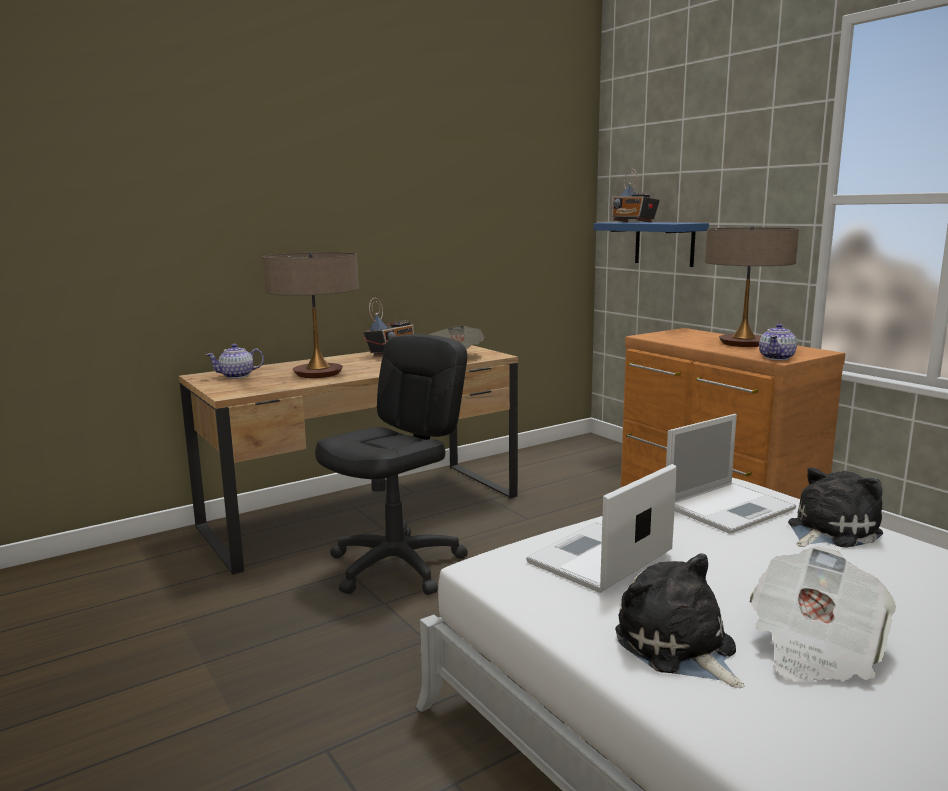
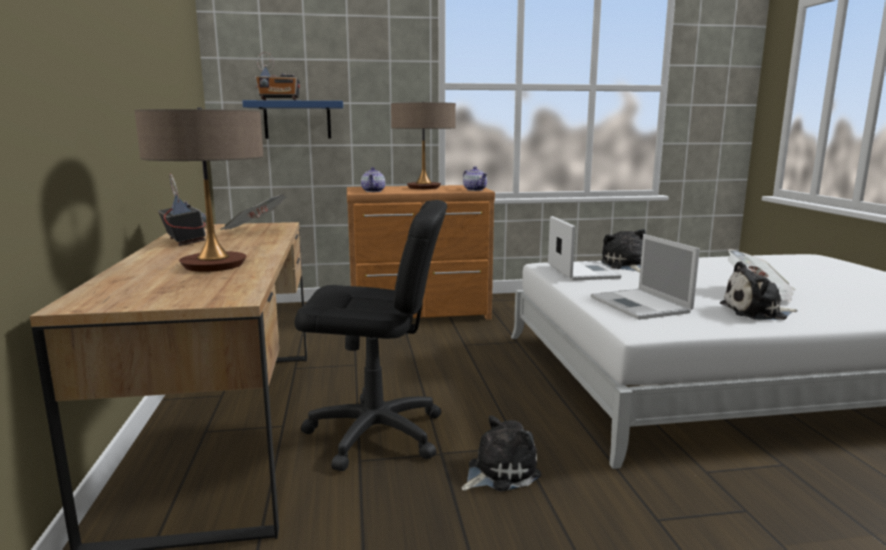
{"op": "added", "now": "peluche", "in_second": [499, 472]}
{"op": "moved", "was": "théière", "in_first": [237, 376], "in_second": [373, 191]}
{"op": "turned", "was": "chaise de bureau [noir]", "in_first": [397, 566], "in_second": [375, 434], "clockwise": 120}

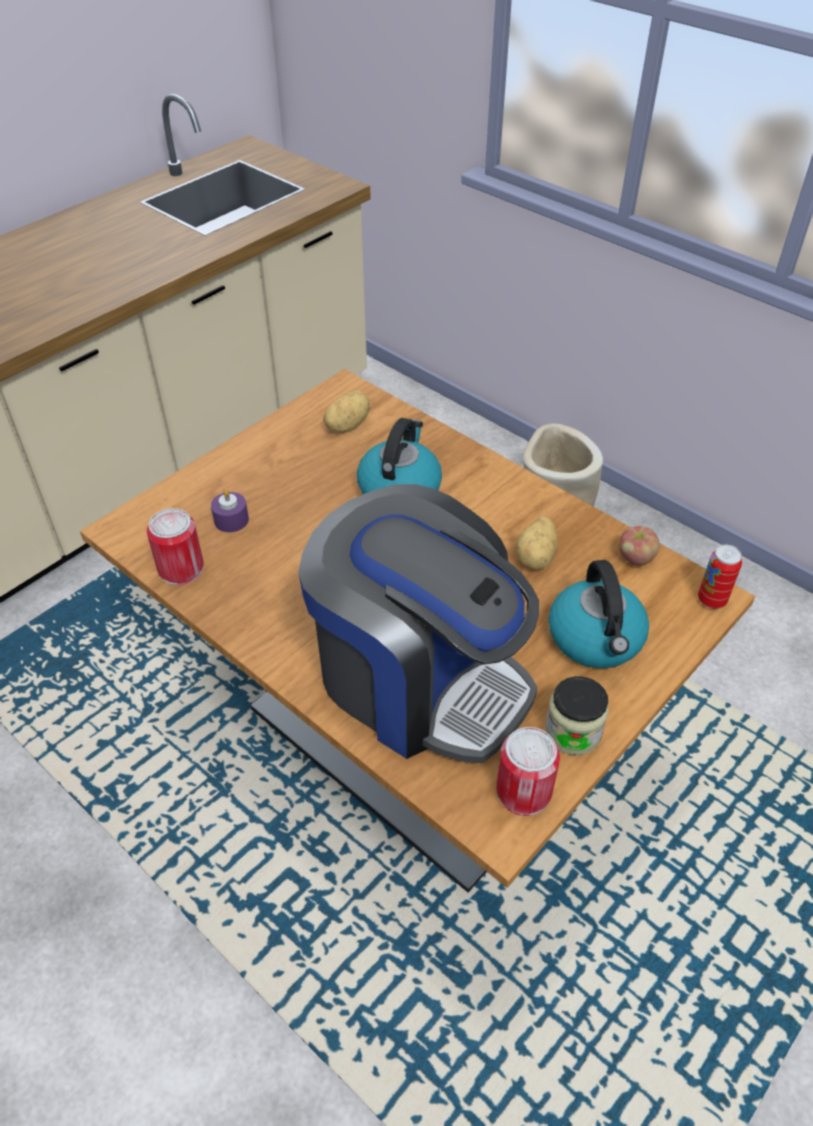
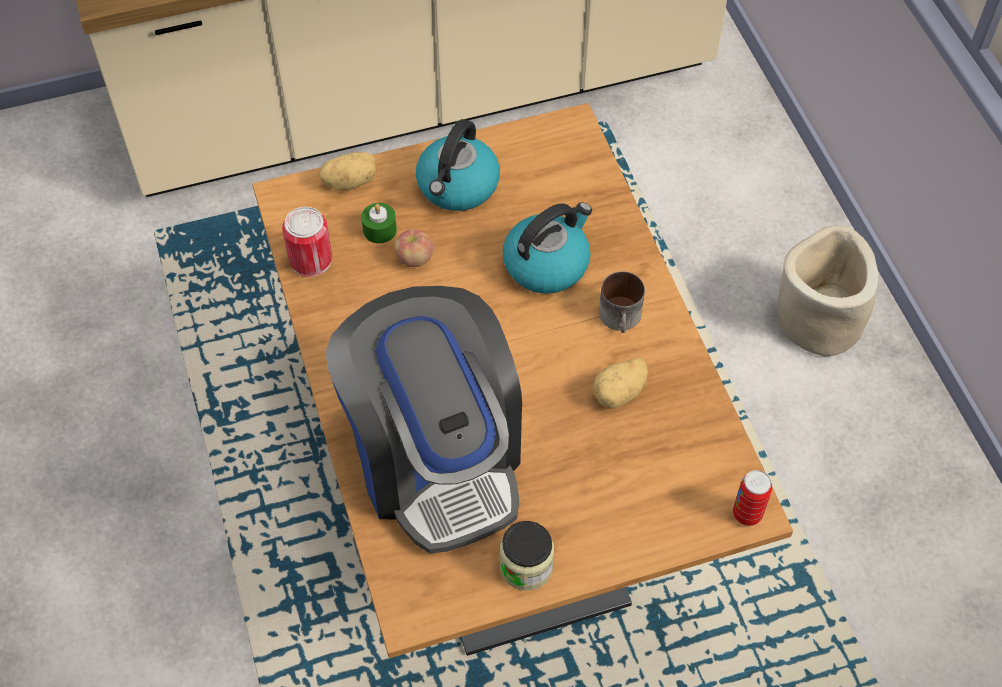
{"op": "removed", "was": "boîte métallique", "in_first": [523, 791]}
{"op": "added", "now": "mug", "in_second": [622, 318]}
{"op": "moved", "was": "pomme de terre", "in_first": [346, 424], "in_second": [350, 181]}
{"op": "moved", "was": "bouilloire", "in_first": [596, 639], "in_second": [458, 186]}
{"op": "moved", "was": "pomme", "in_first": [635, 558], "in_second": [414, 259]}
{"op": "recoloured", "was": "bougie [violet]", "now": "bougie [vert]", "in_first": [231, 520], "in_second": [379, 230]}

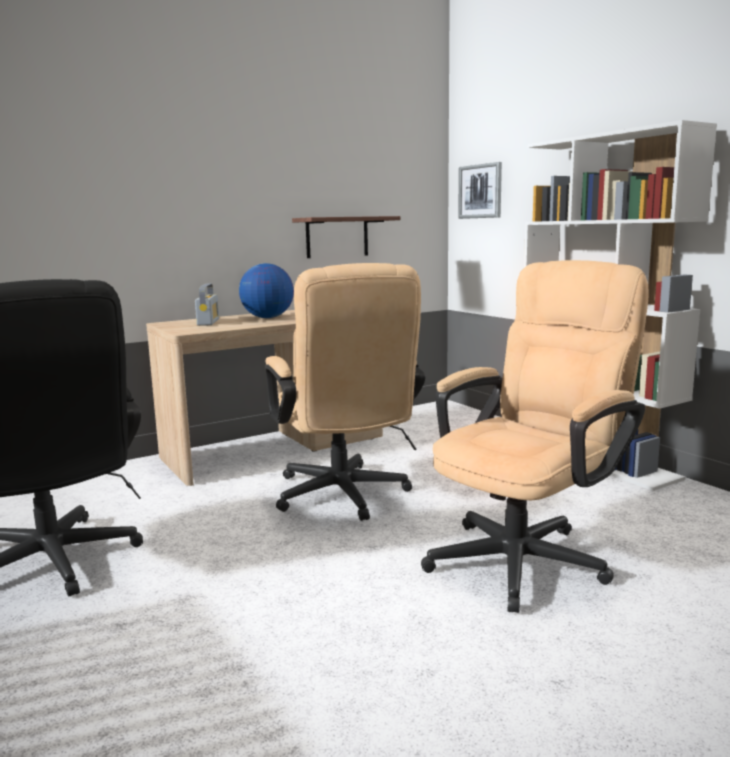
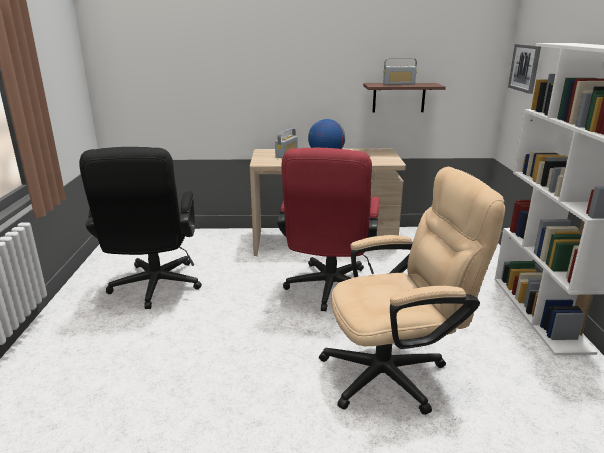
{"op": "added", "now": "radio", "in_second": [399, 84]}
{"op": "recoloured", "was": "chaise de bureau [beige]", "now": "chaise de bureau [rouge]", "in_first": [344, 498], "in_second": [328, 290]}

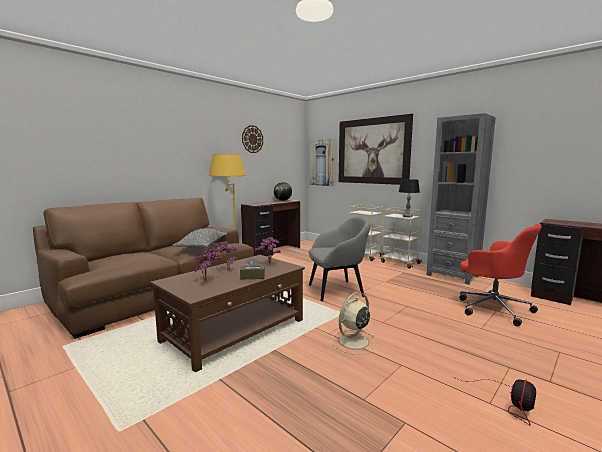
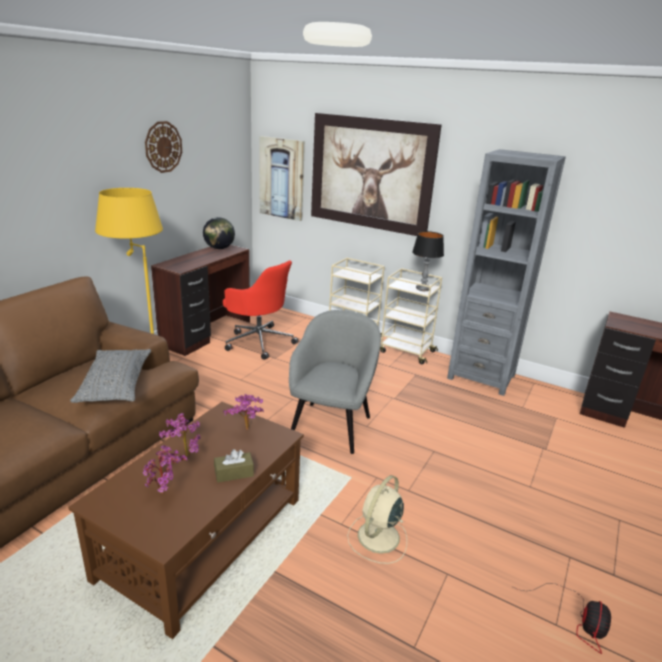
{"op": "moved", "was": "chaise de bureau [rouge]", "in_first": [492, 308], "in_second": [259, 341]}
{"op": "turned", "was": "fauteuil [gris]", "in_first": [337, 290], "in_second": [331, 425], "clockwise": -45}

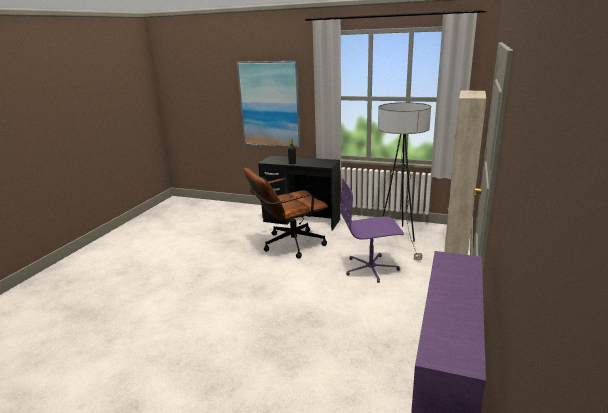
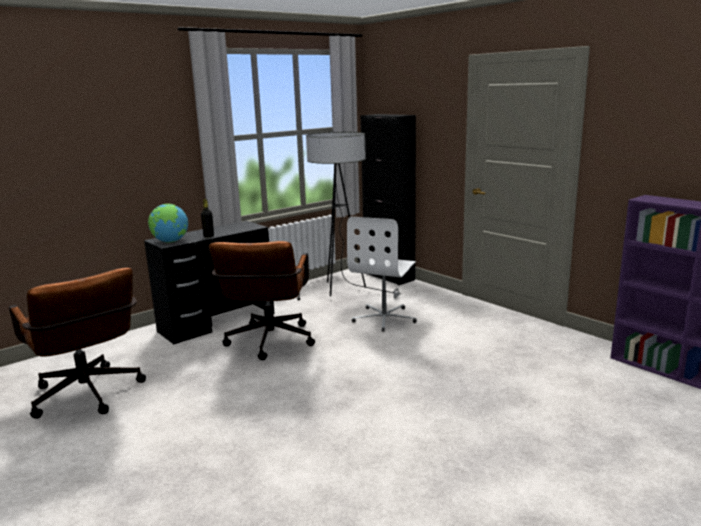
{"op": "removed", "was": "tableau", "in_first": [269, 104]}
{"op": "added", "now": "chaise de bureau [marron]", "in_second": [89, 397]}
{"op": "added", "now": "globe", "in_second": [170, 242]}
{"op": "recoloured", "was": "chaise de bureau [violet]", "now": "chaise de bureau [blanc]", "in_first": [371, 268], "in_second": [385, 318]}
{"op": "recoloured", "was": "meuble de rangement [beige]", "now": "meuble de rangement [noir]", "in_first": [456, 244], "in_second": [389, 276]}

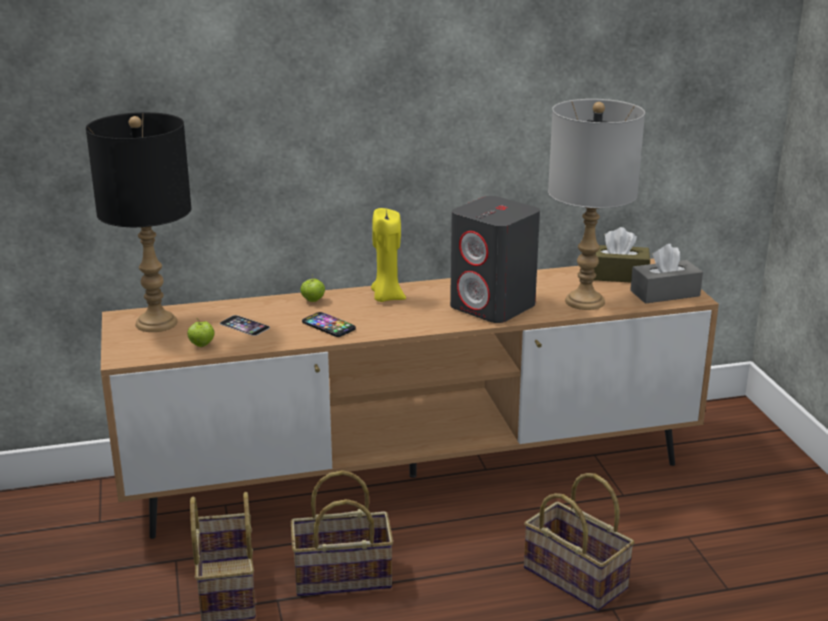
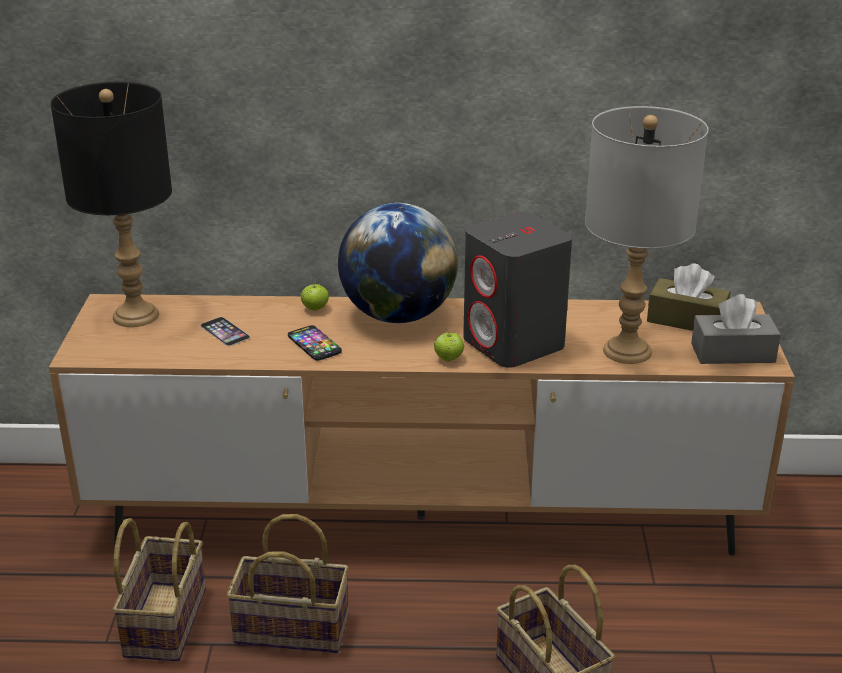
{"op": "moved", "was": "pomme", "in_first": [202, 345], "in_second": [448, 359]}
{"op": "replaced", "was": "bougie [jaune]", "now": "globe", "in_first": [386, 297], "in_second": [398, 315]}

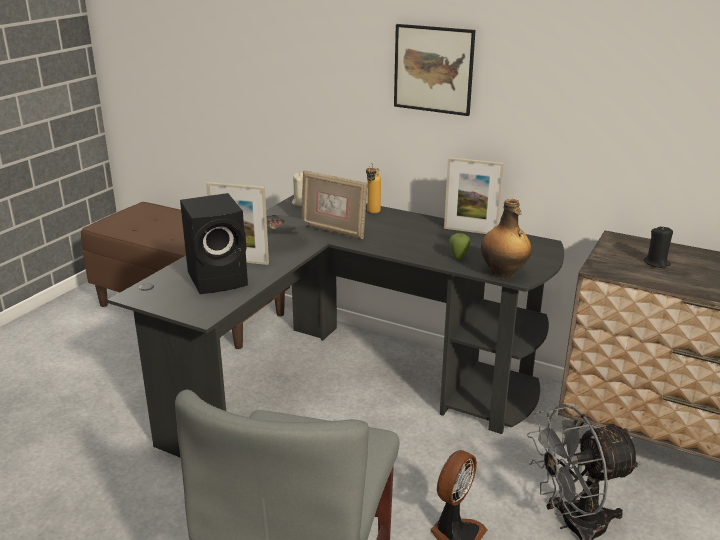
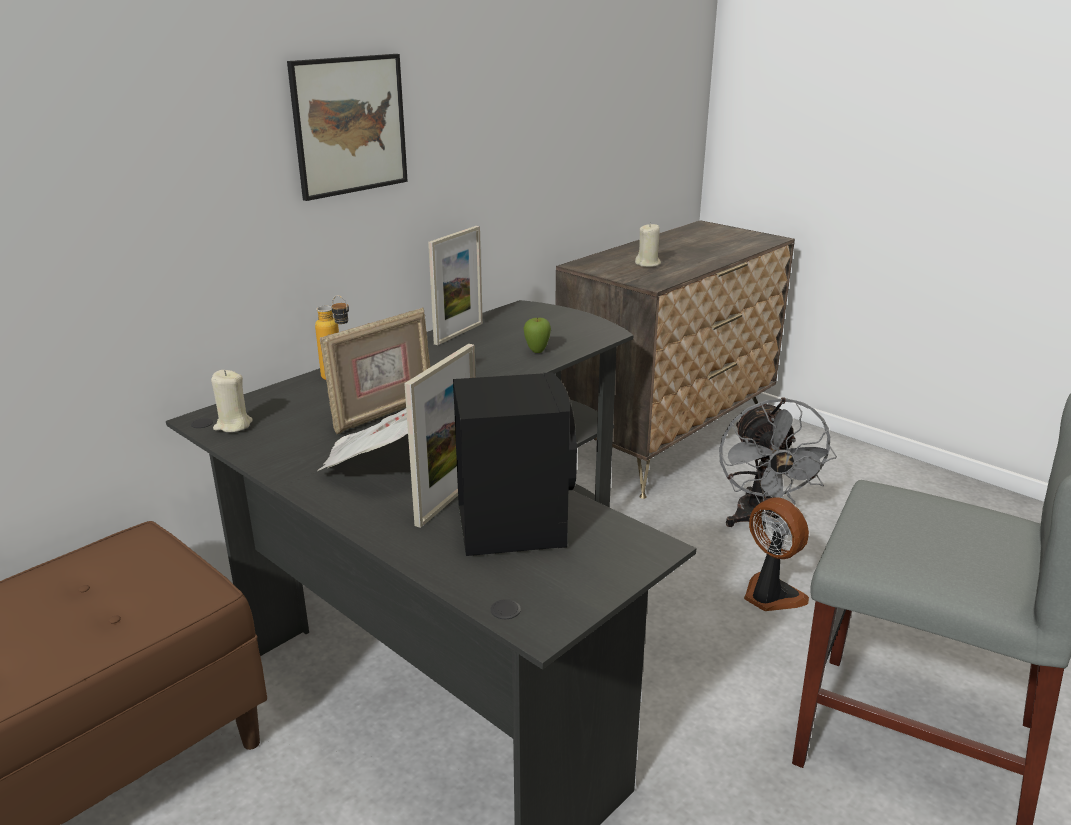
{"op": "removed", "was": "bouteille", "in_first": [503, 274]}
{"op": "recoloured", "was": "bougie [noir]", "now": "bougie [beige]", "in_first": [656, 263], "in_second": [648, 264]}

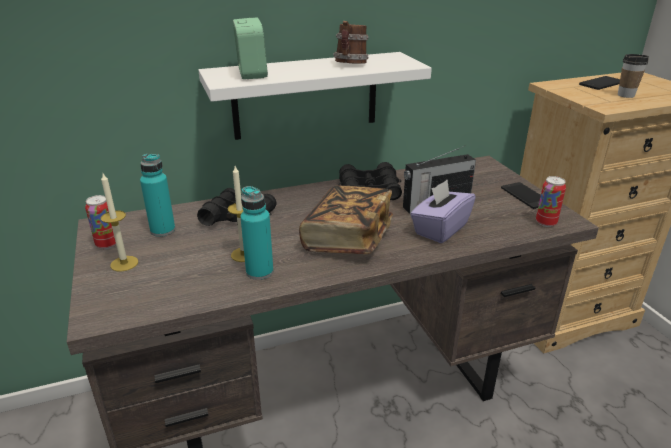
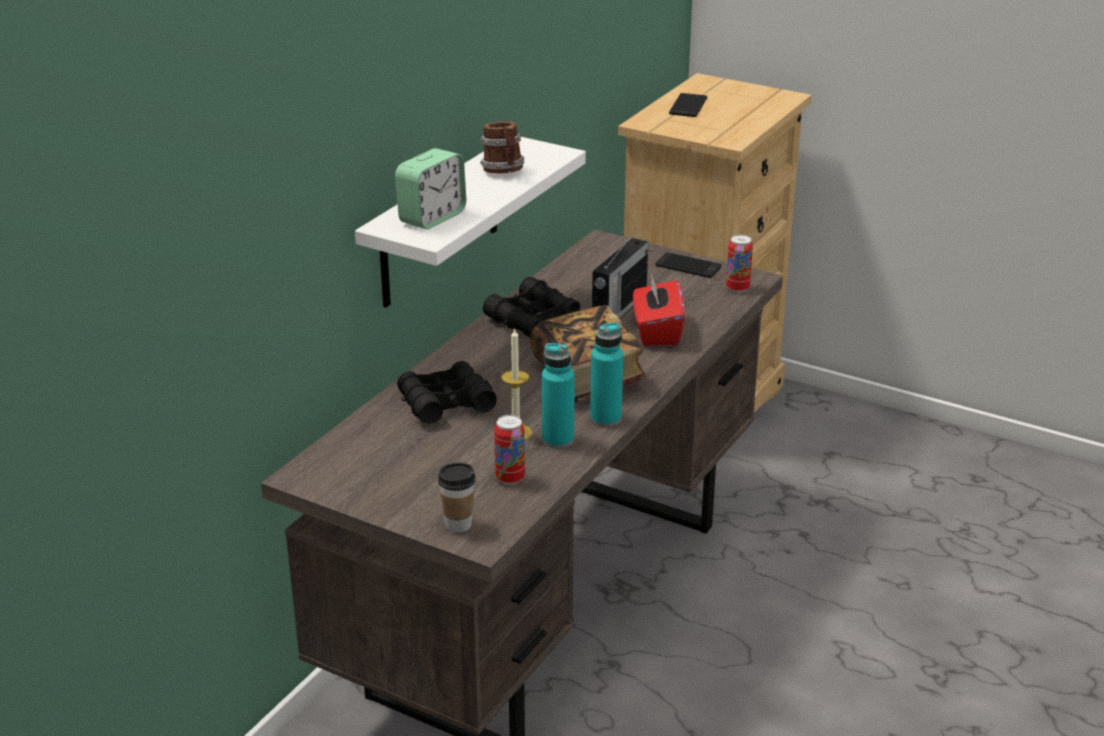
{"op": "removed", "was": "bougie", "in_first": [124, 263]}
{"op": "moved", "was": "boîte métallique", "in_first": [107, 244], "in_second": [510, 478]}
{"op": "moved", "was": "bouteille [turquoise]", "in_first": [163, 230], "in_second": [605, 418]}
{"op": "moved", "was": "tasse", "in_first": [626, 95], "in_second": [458, 525]}
{"op": "recoloured", "was": "boîte à mouchoirs [violet]", "now": "boîte à mouchoirs [rouge]", "in_first": [440, 229], "in_second": [657, 332]}
{"op": "turned", "was": "réveil", "in_first": [252, 73], "in_second": [432, 217], "clockwise": 90}

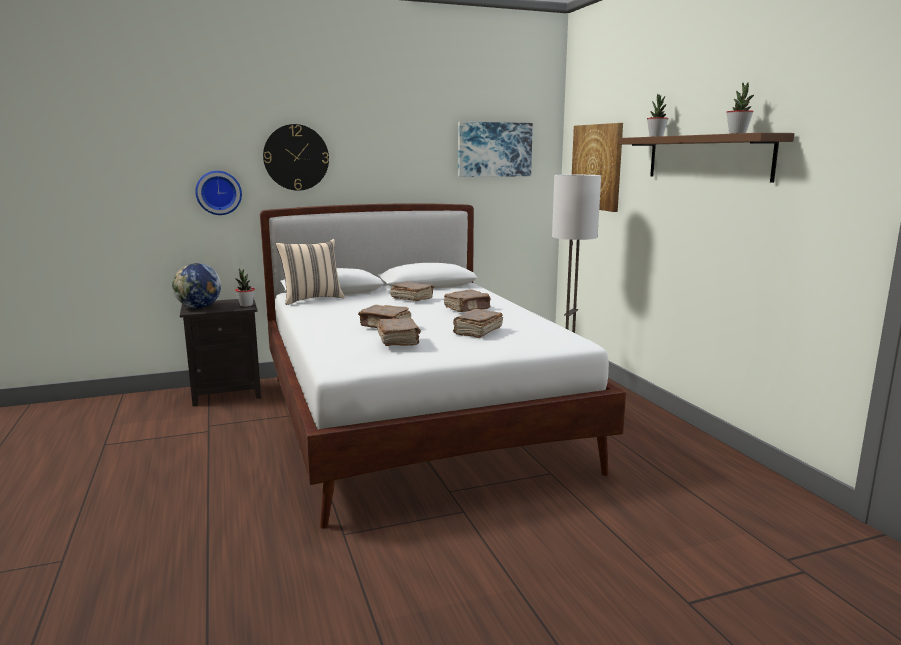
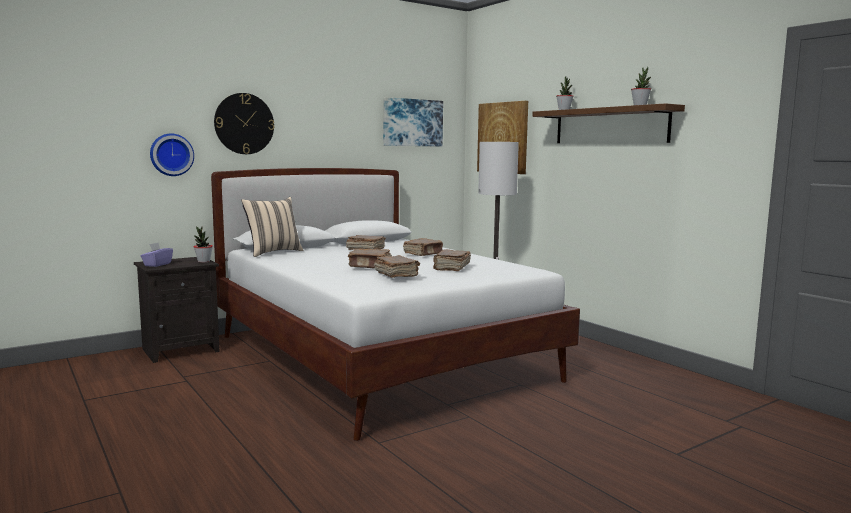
{"op": "replaced", "was": "globe", "now": "boîte à mouchoirs [violet]", "in_first": [199, 307], "in_second": [157, 264]}

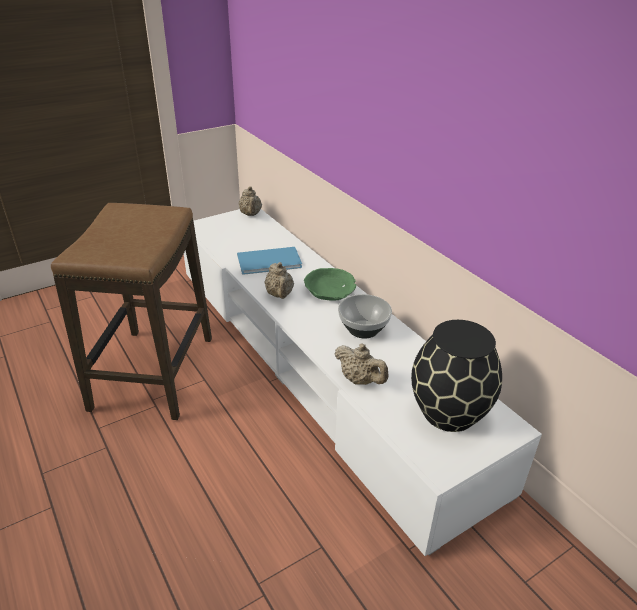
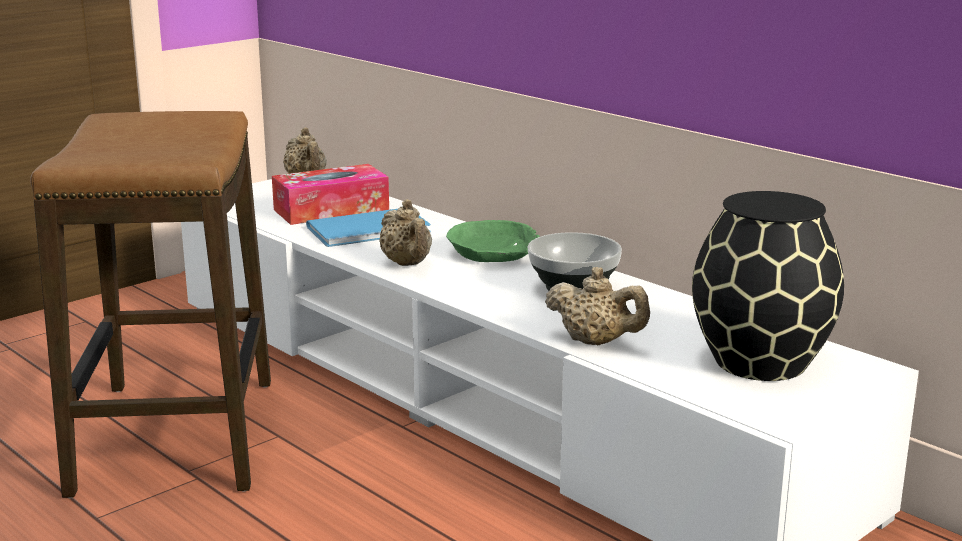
{"op": "added", "now": "boîte à mouchoirs", "in_second": [331, 210]}

